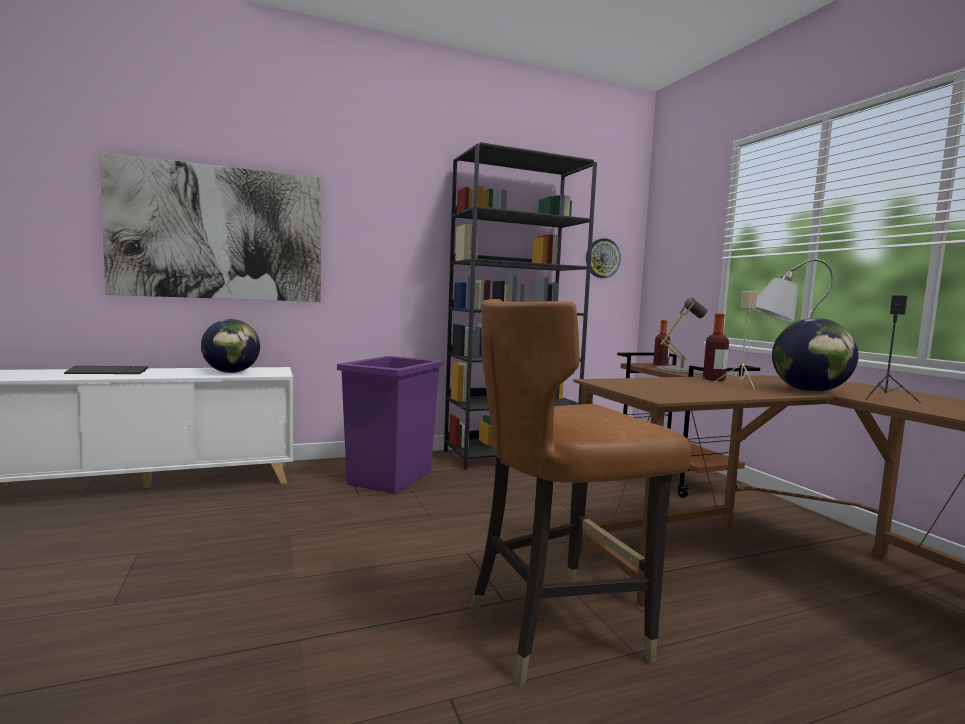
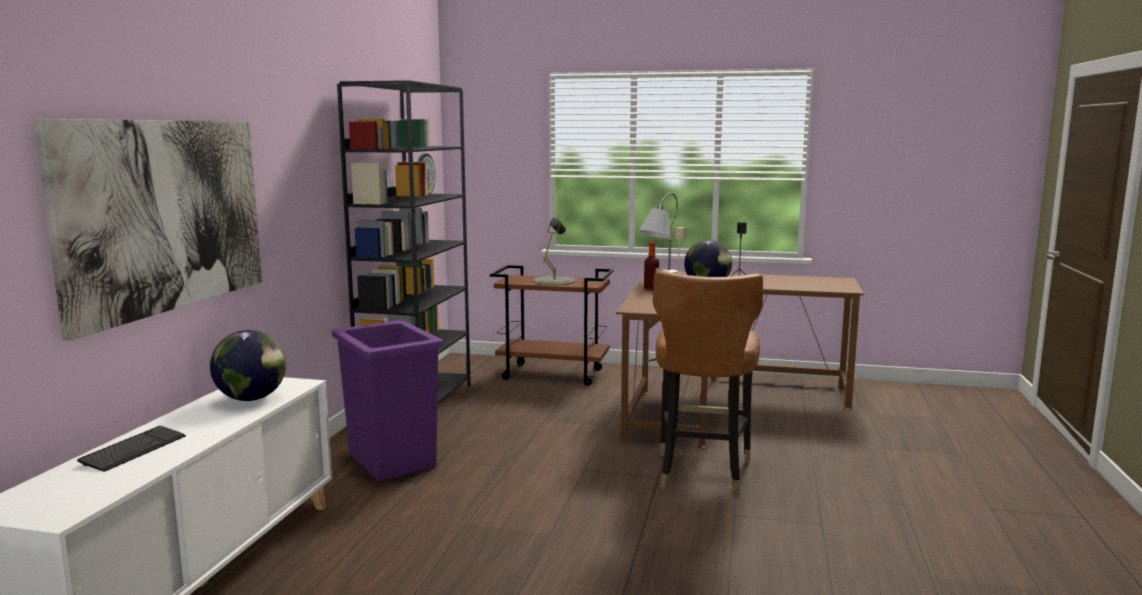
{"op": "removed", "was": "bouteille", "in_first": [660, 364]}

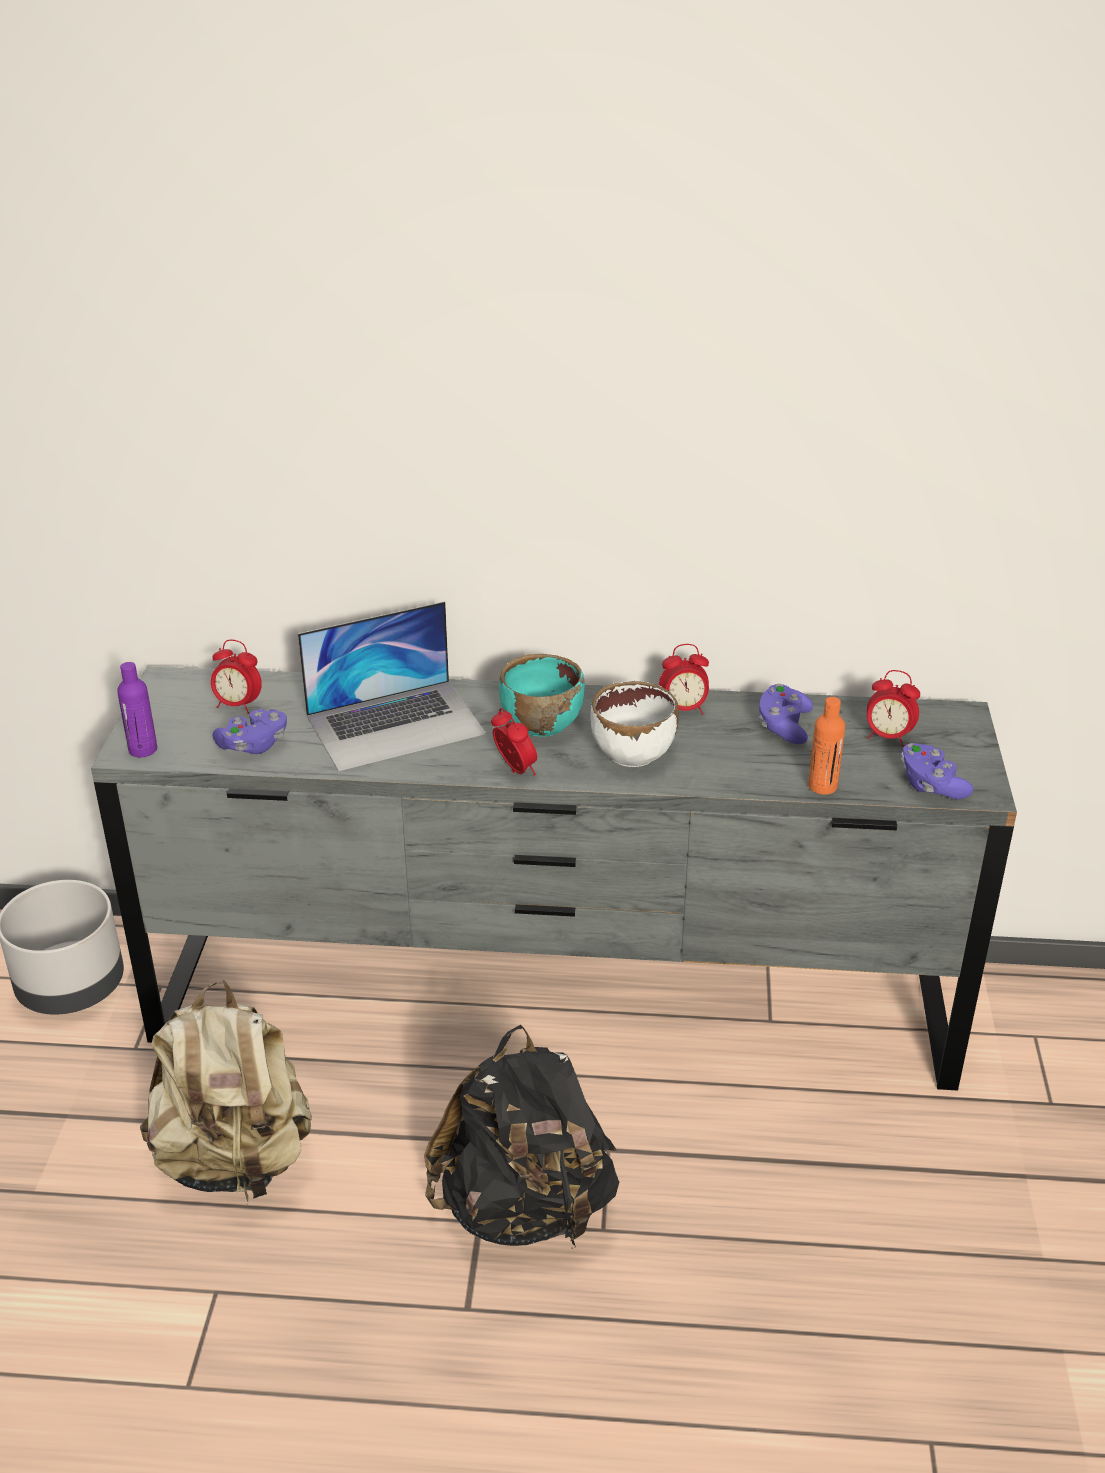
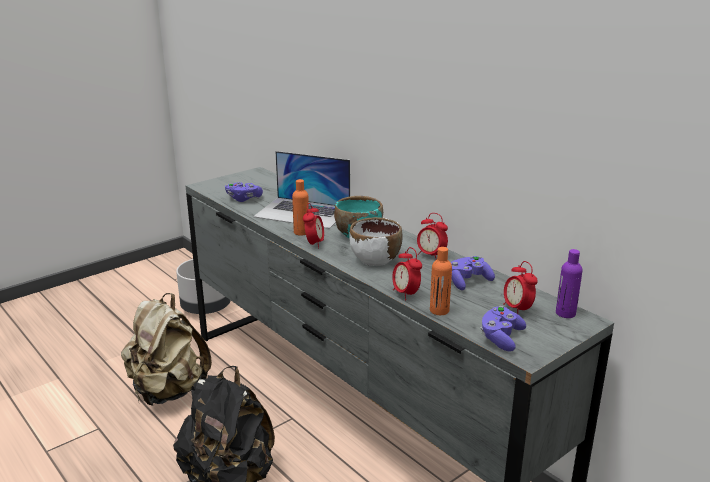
{"op": "added", "now": "bouteille [orange]", "in_second": [301, 232]}
{"op": "moved", "was": "bouteille [violet]", "in_first": [143, 750], "in_second": [565, 313]}
{"op": "moved", "was": "réveil", "in_first": [238, 705], "in_second": [406, 294]}

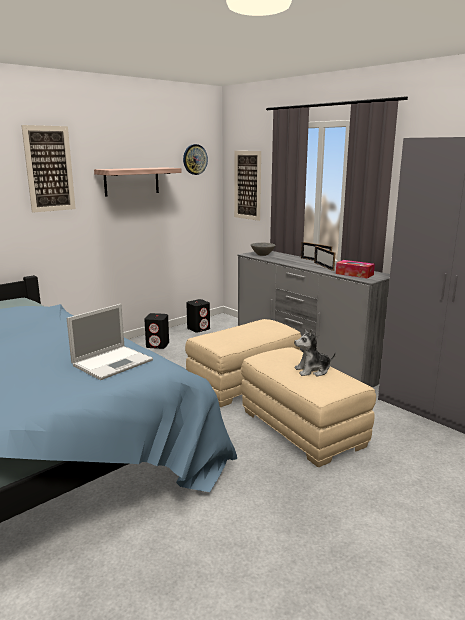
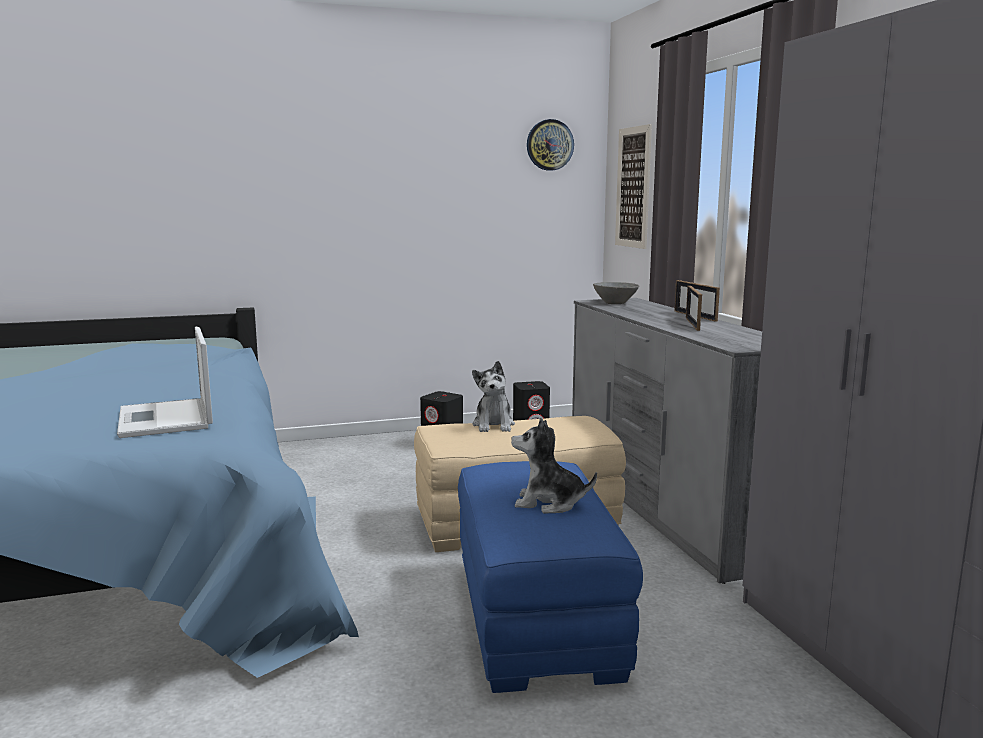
{"op": "removed", "was": "tableau", "in_first": [49, 169]}
{"op": "removed", "was": "étagère", "in_first": [131, 181]}
{"op": "removed", "was": "boîte à mouchoirs", "in_first": [354, 274]}
{"op": "added", "now": "peluche", "in_second": [494, 425]}
{"op": "recoloured", "was": "pouf [beige]", "now": "pouf [bleu]", "in_first": [303, 428], "in_second": [538, 619]}
{"op": "turned", "was": "ordinateur portable", "in_first": [113, 362], "in_second": [166, 419], "clockwise": 90}

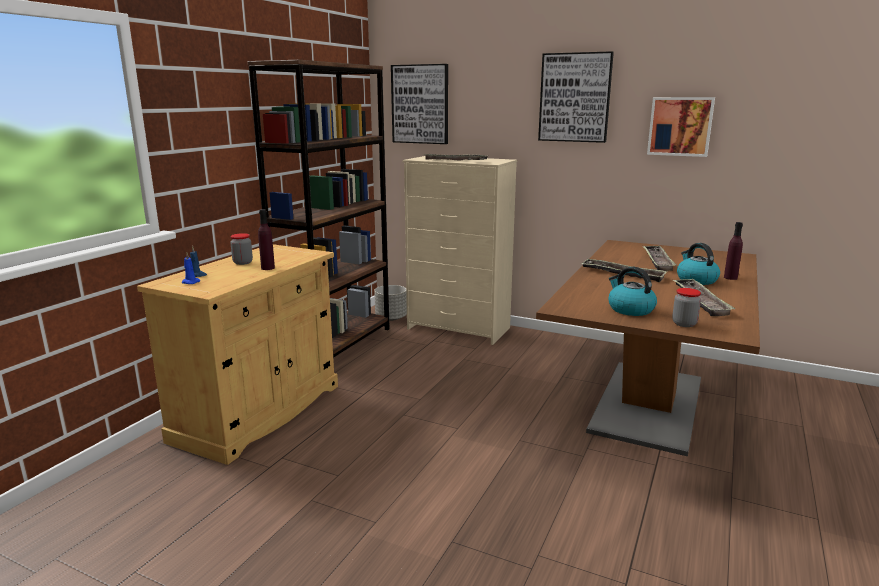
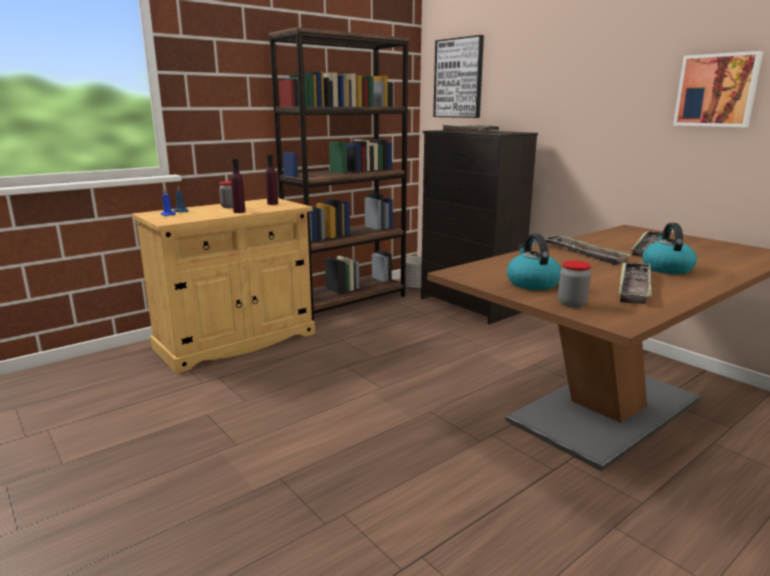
{"op": "removed", "was": "tableau", "in_first": [575, 97]}
{"op": "moved", "was": "bouteille [violet]", "in_first": [730, 278], "in_second": [272, 203]}
{"op": "recoloured", "was": "commode [beige]", "now": "commode [noir]", "in_first": [459, 329], "in_second": [469, 306]}

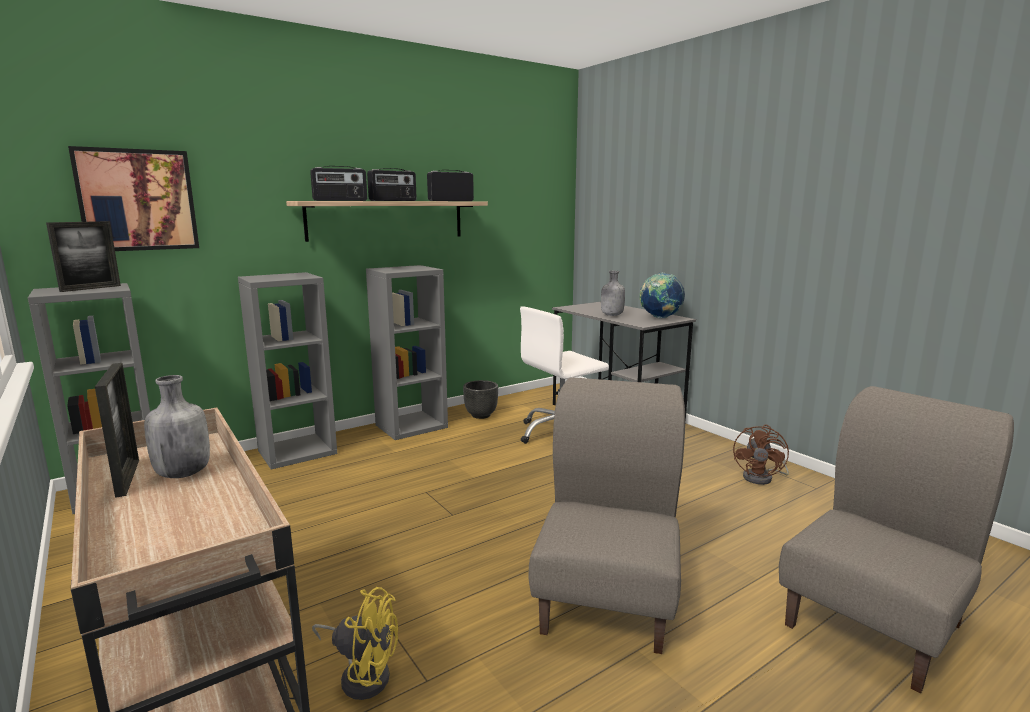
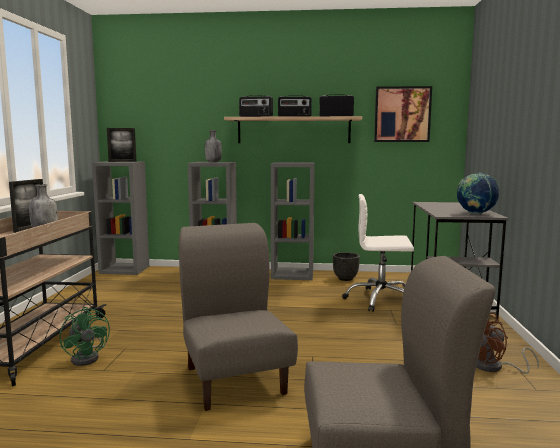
{"op": "moved", "was": "tableau", "in_first": [137, 200], "in_second": [402, 114]}
{"op": "moved", "was": "bouteille [gris]", "in_first": [611, 315], "in_second": [213, 162]}
{"op": "recoloured", "was": "ventilateur [jaune]", "now": "ventilateur [vert]", "in_first": [362, 674], "in_second": [88, 357]}
{"op": "turned", "was": "chaise [gris]", "in_first": [607, 600], "in_second": [235, 379], "clockwise": -75}

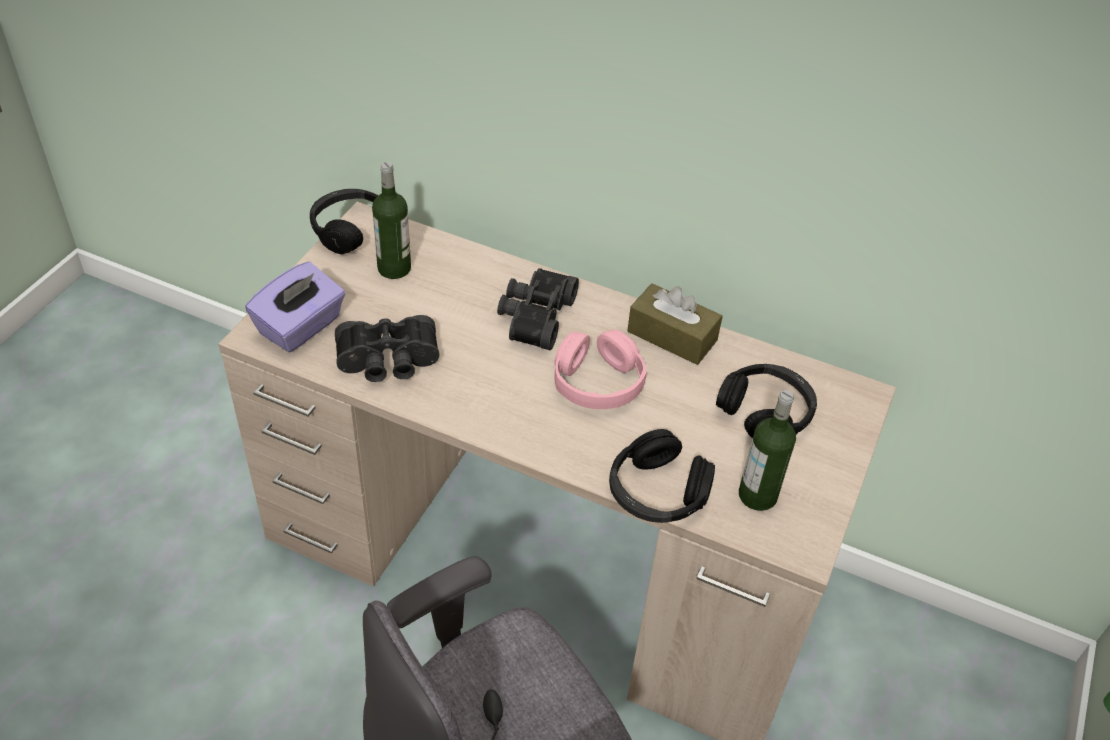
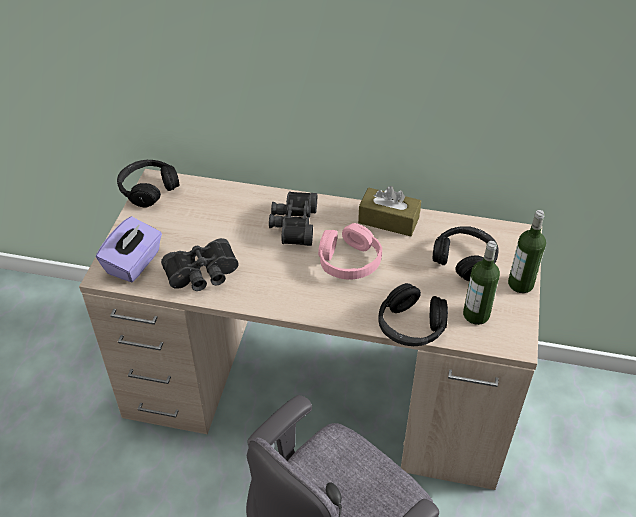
{"op": "moved", "was": "bouteille", "in_first": [394, 268], "in_second": [520, 284]}

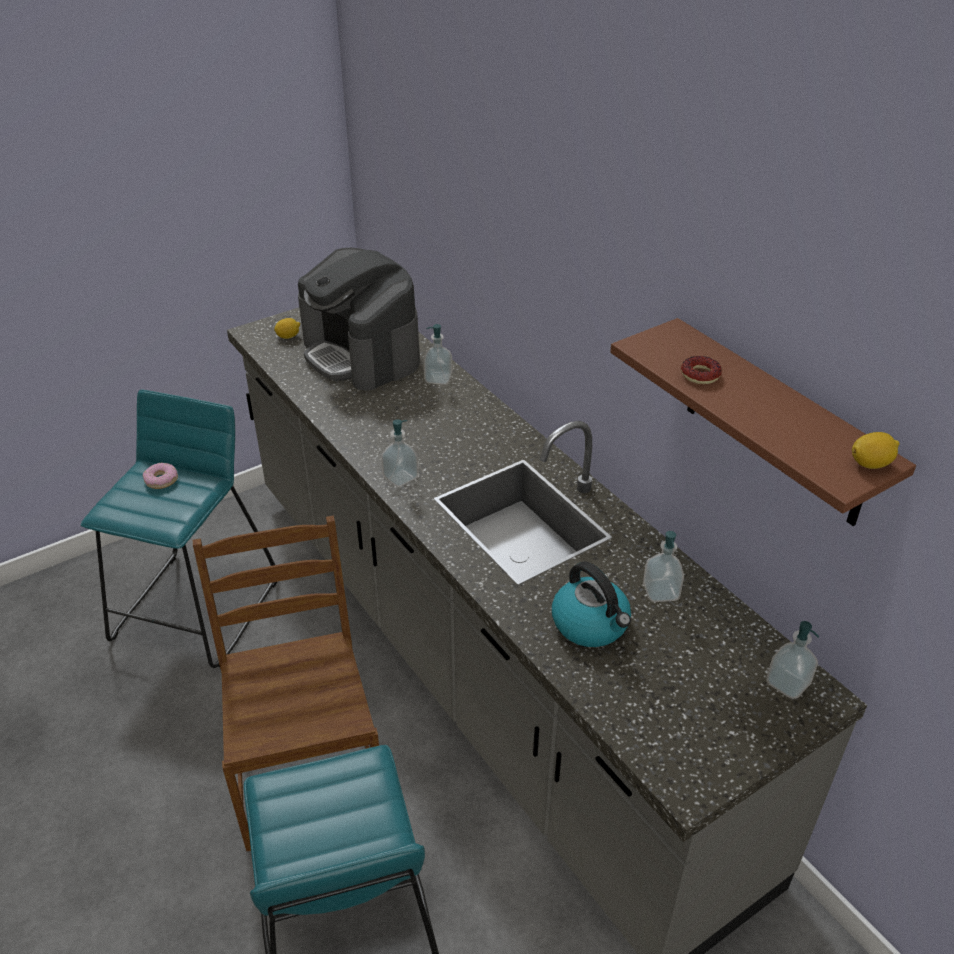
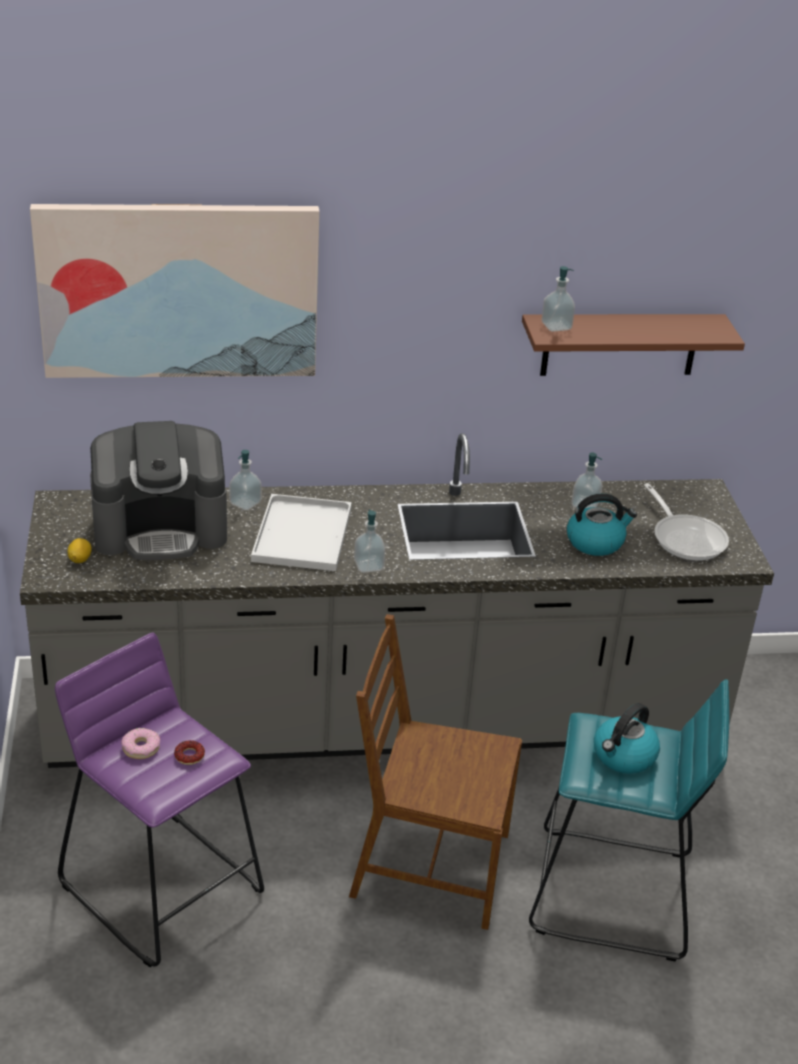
{"op": "removed", "was": "citron", "in_first": [870, 464]}
{"op": "added", "now": "tableau", "in_second": [179, 290]}
{"op": "added", "now": "plateau [blanc]", "in_second": [301, 533]}
{"op": "added", "now": "bouilloire", "in_second": [623, 756]}
{"op": "added", "now": "poêle", "in_second": [686, 538]}
{"op": "moved", "was": "beignet", "in_first": [700, 375], "in_second": [189, 756]}
{"op": "moved", "was": "distributeur de savon", "in_first": [787, 683], "in_second": [556, 326]}
{"op": "recoloured", "was": "tabouret [turquoise]", "now": "tabouret [violet]", "in_first": [197, 609], "in_second": [163, 886]}

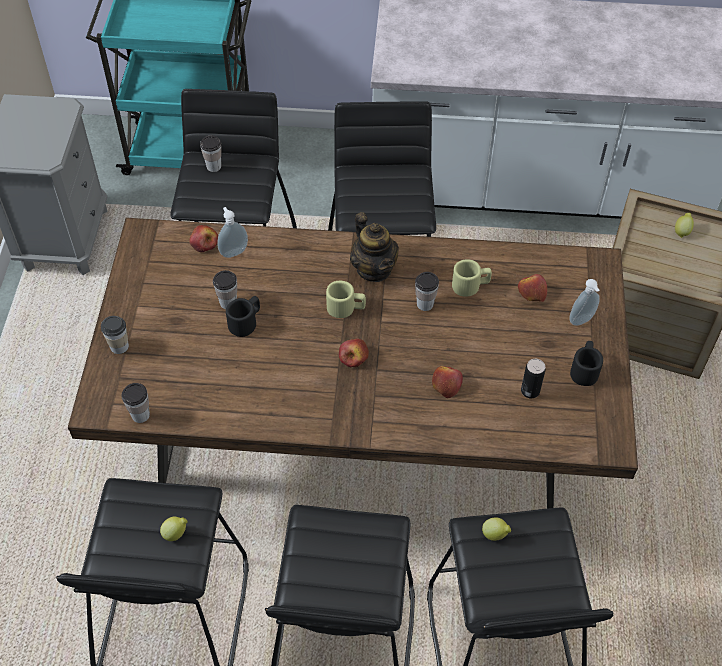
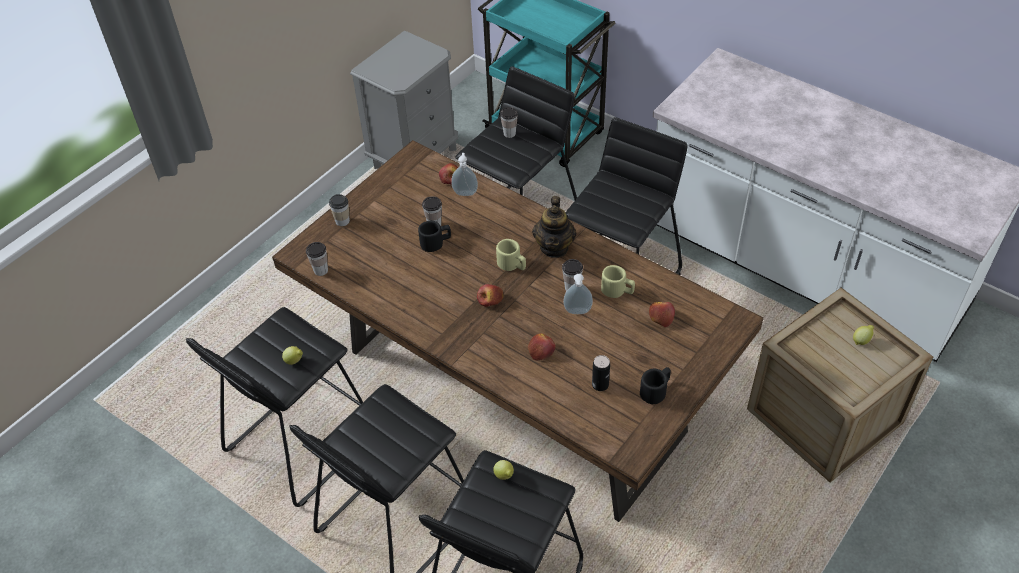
{"op": "moved", "was": "distributeur de savon", "in_first": [582, 321], "in_second": [577, 312]}

